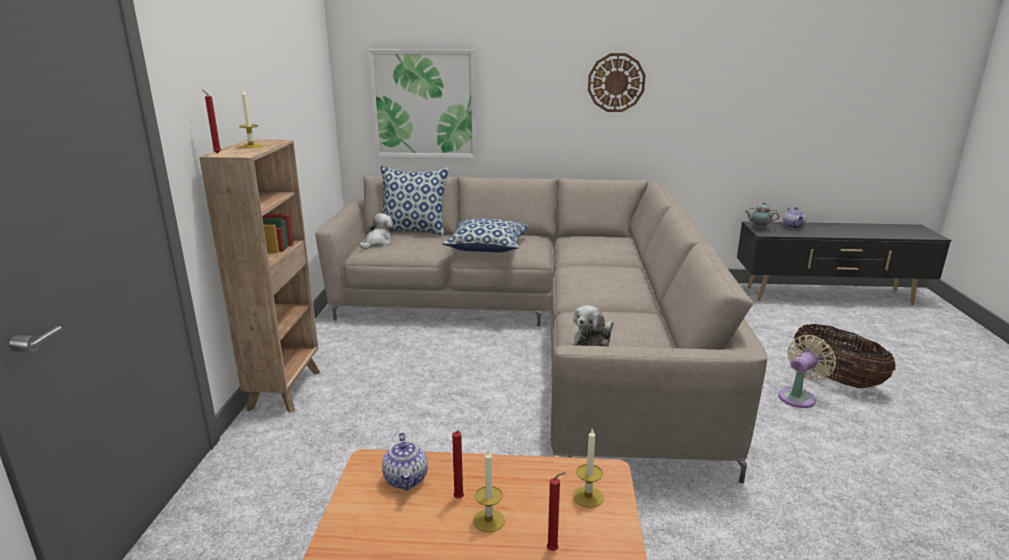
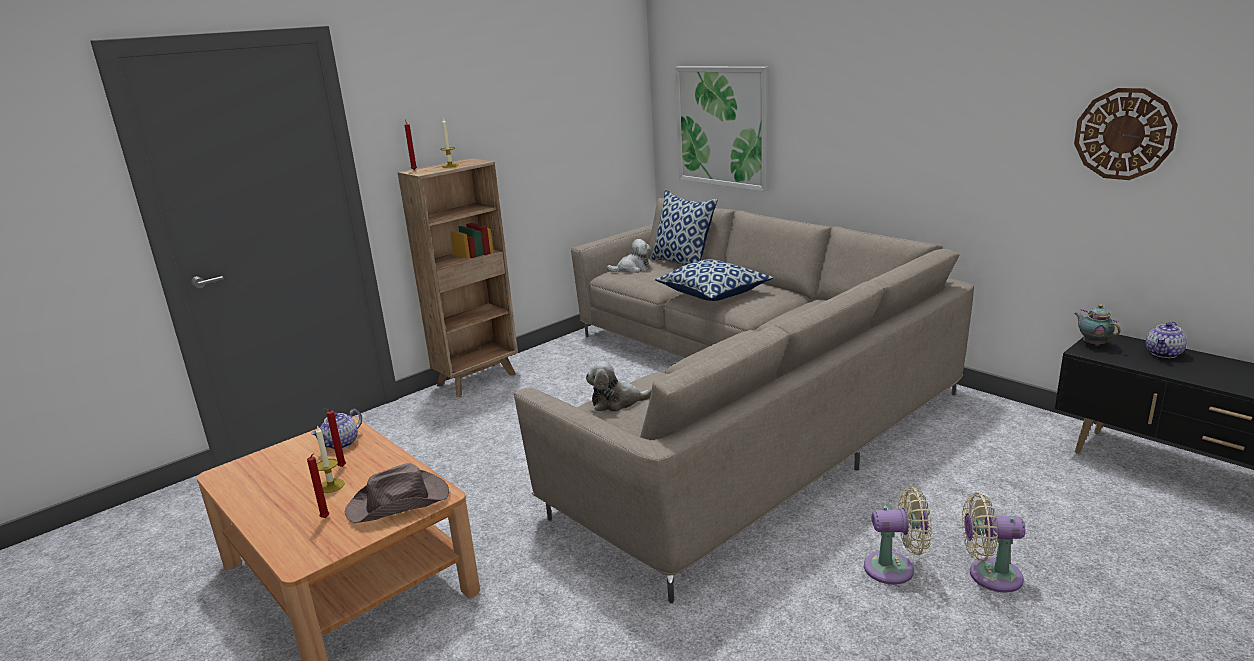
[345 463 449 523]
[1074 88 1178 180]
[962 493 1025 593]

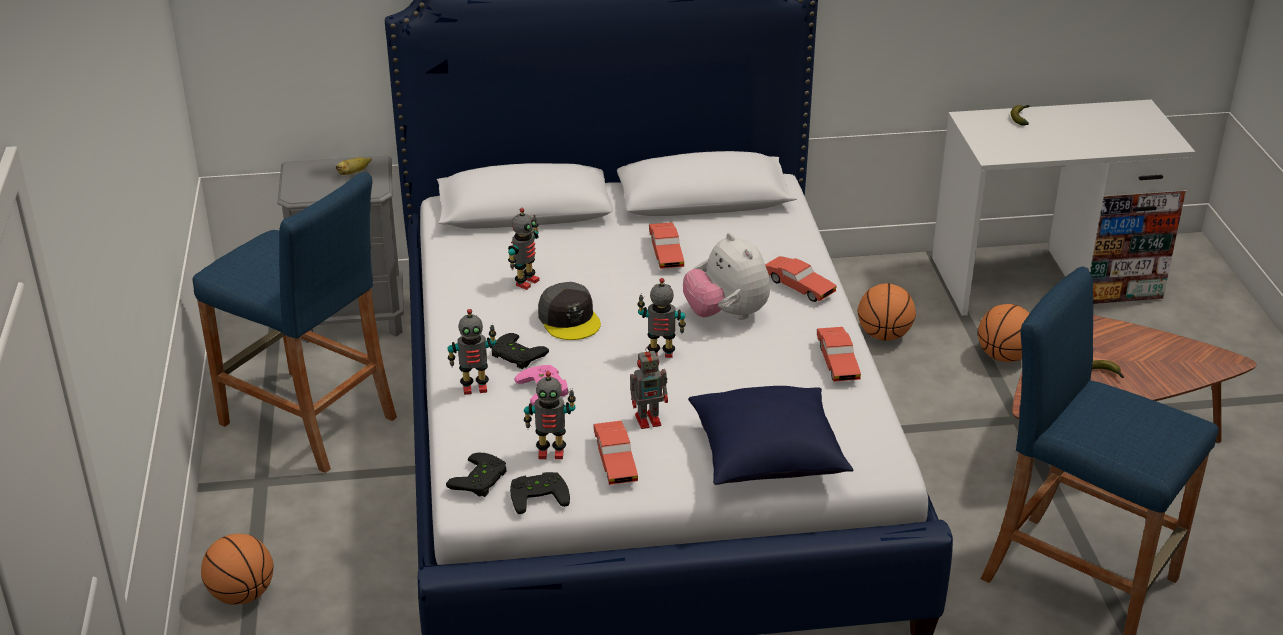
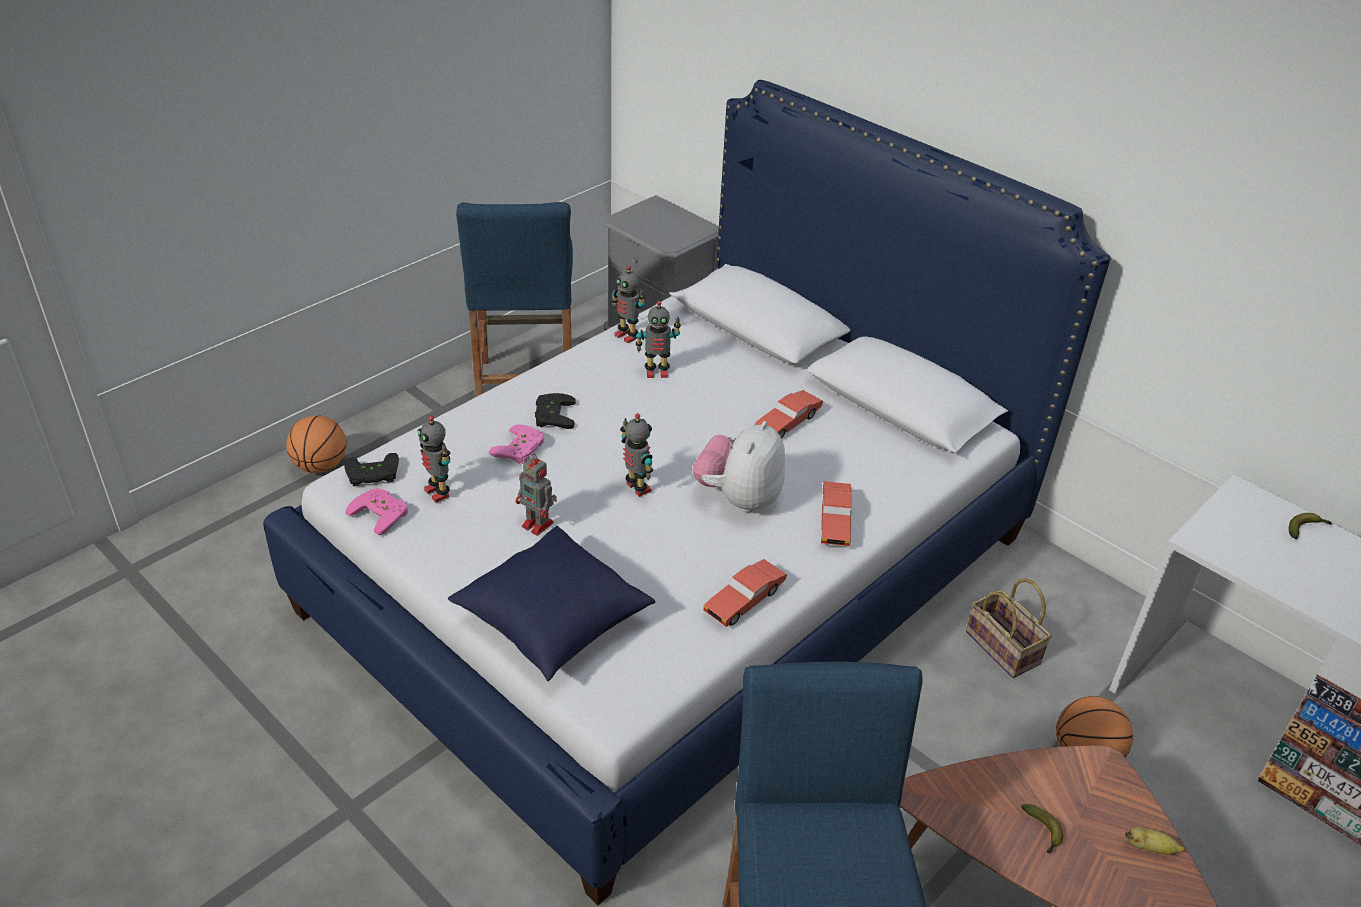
[1125 827 1185 855]
[612 266 646 344]
[345 488 408 535]
[538 282 601 340] (first image)
[593 421 638 485] (first image)
[966 578 1052 678]

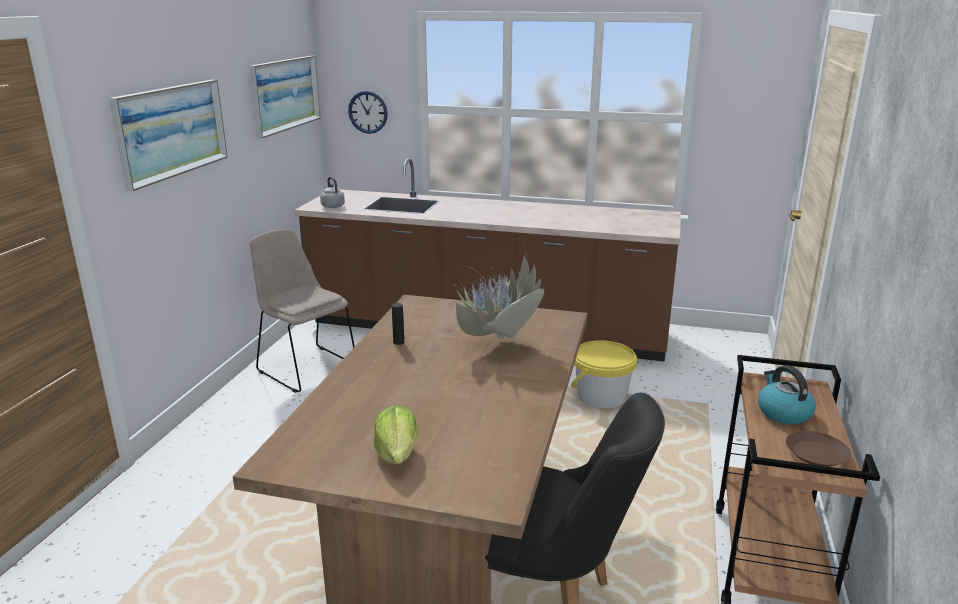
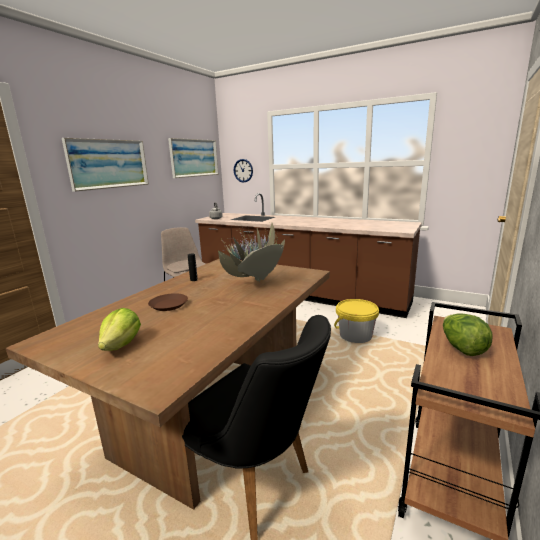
[443 313 492 356]
[148 293 188 311]

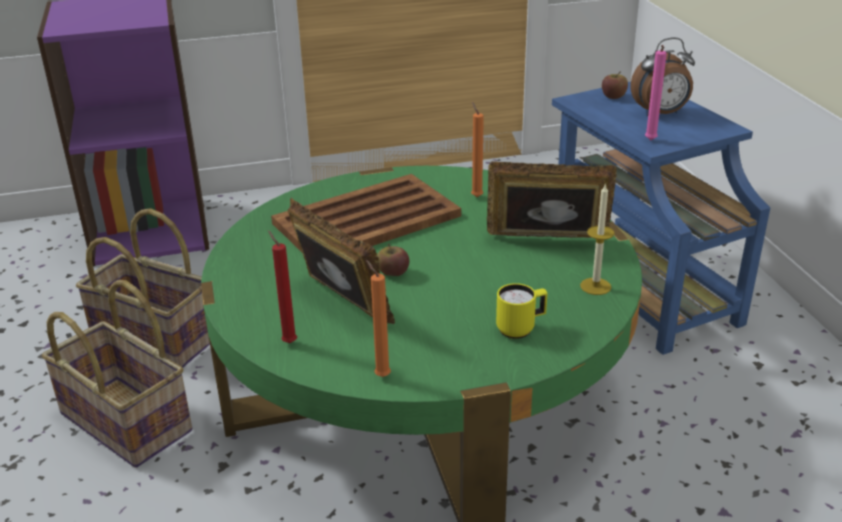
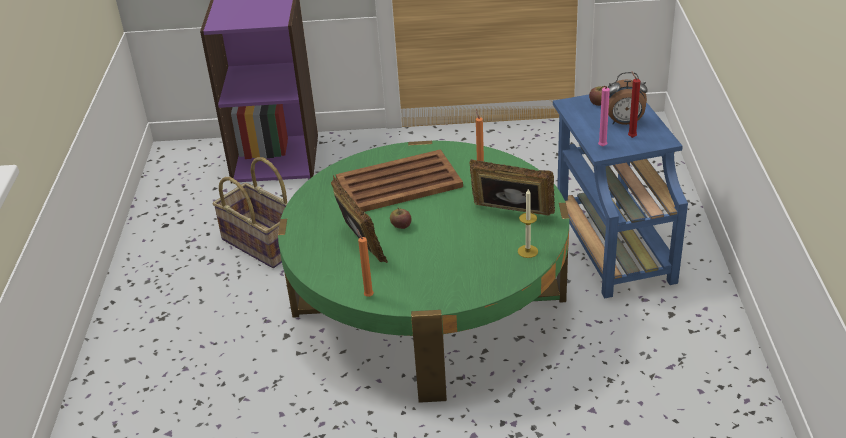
[42 280 192 468] (first image)
[628 71 640 138]
[496 283 547 339] (first image)

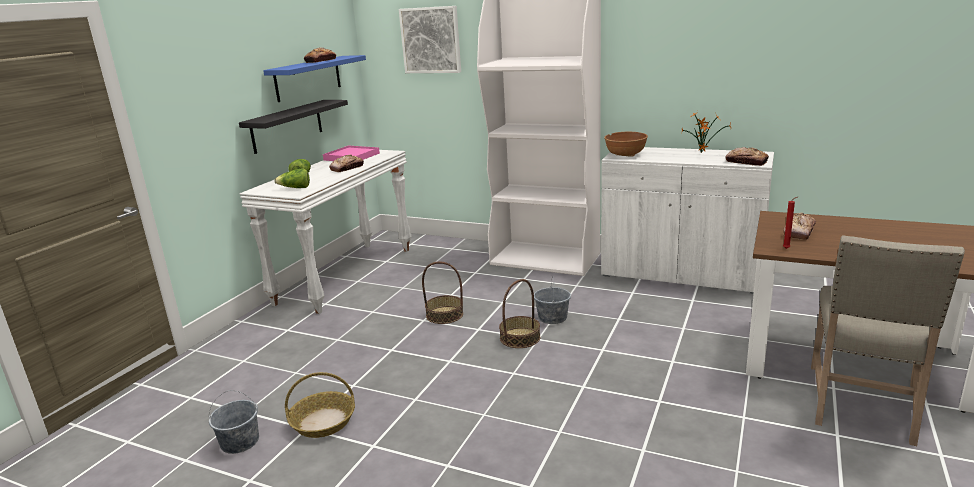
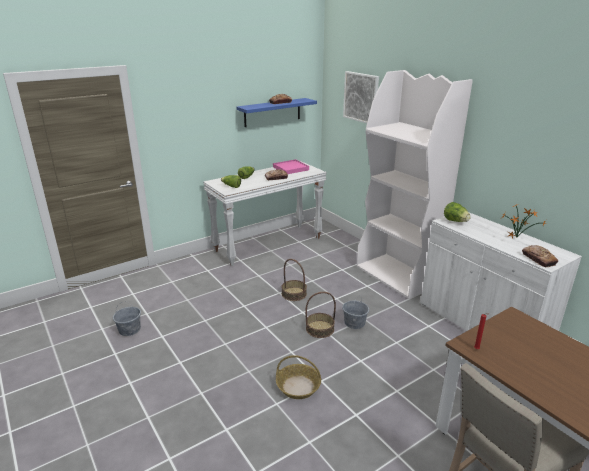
[239 100 348 154] (first image)
[276 355 321 399]
[444 202 471 222]
[783 213 816 240] (first image)

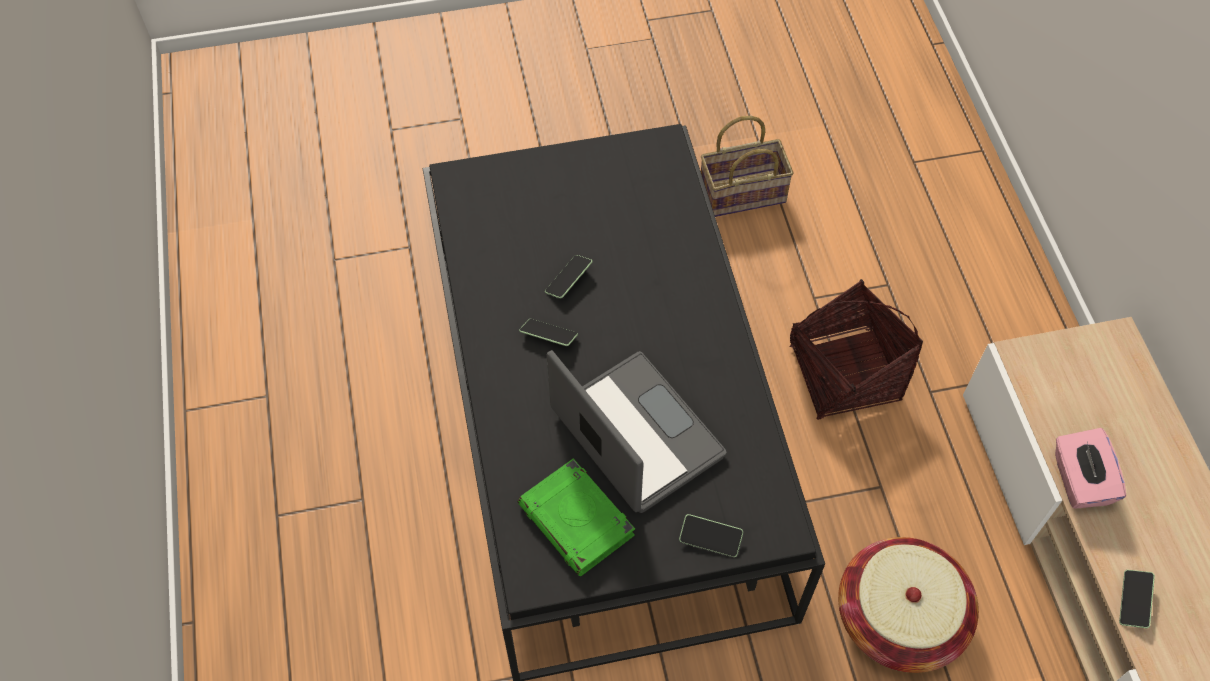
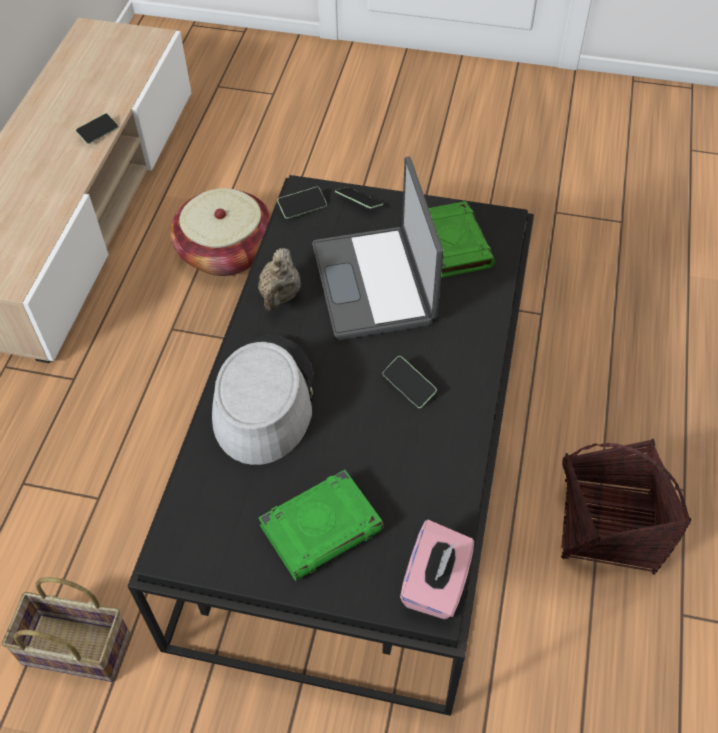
[277 187 327 219]
[561 439 692 575]
[400 520 474 619]
[212 336 313 465]
[258 248 301 311]
[258 470 384 581]

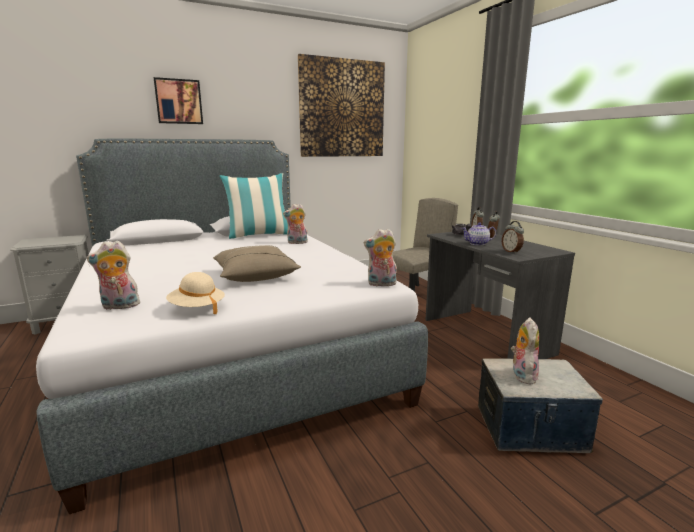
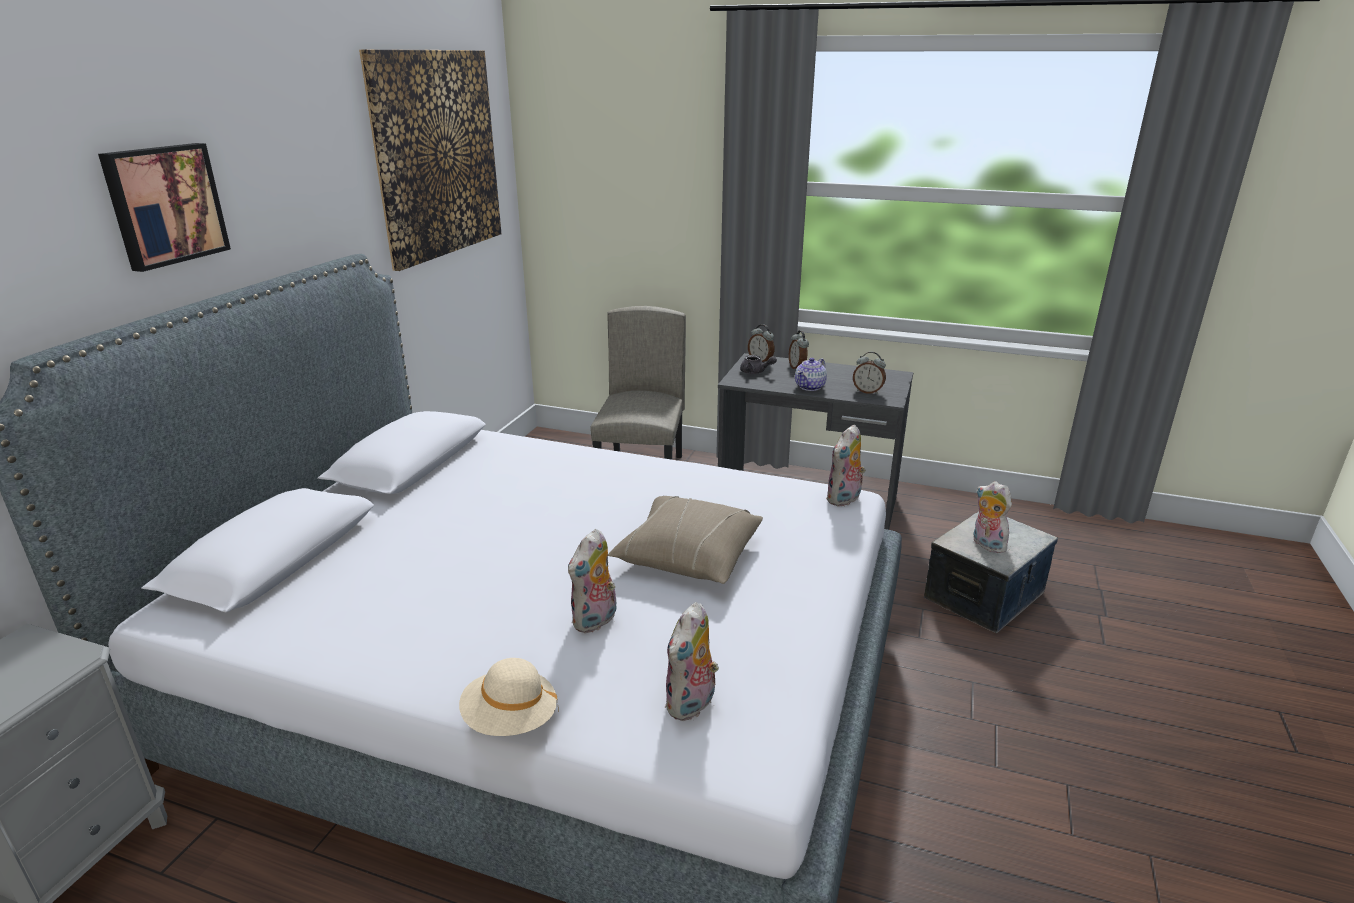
[459 658 559 736]
[220 173 288 239] (first image)
[568 529 616 633]

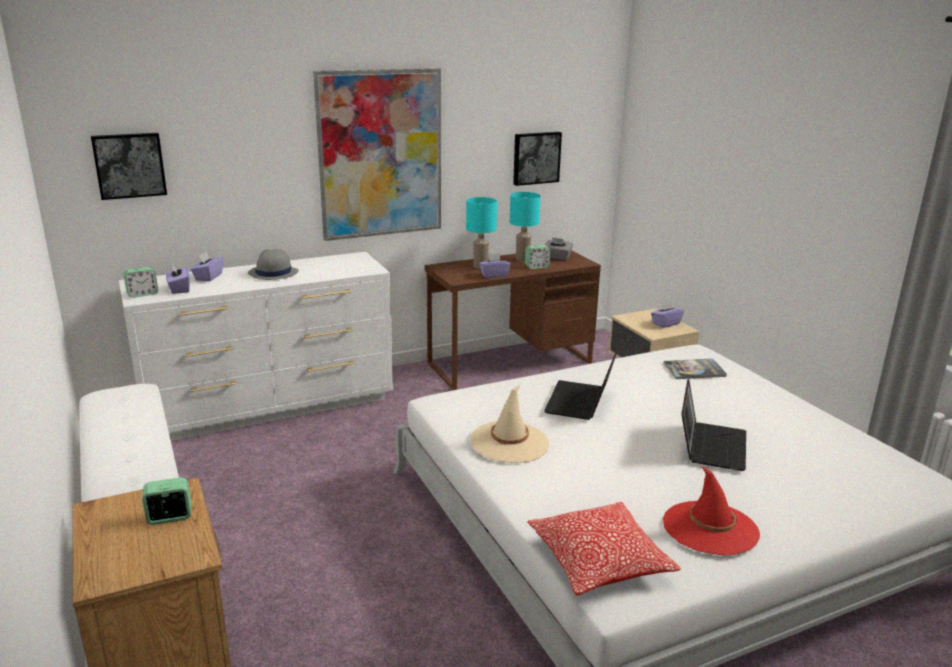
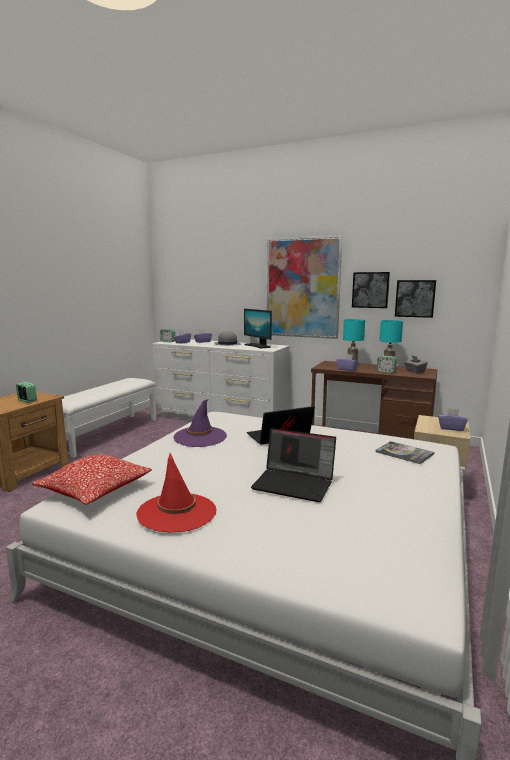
[352 272 390 308]
[173 399 227 447]
[251 428 336 502]
[244 309 272 348]

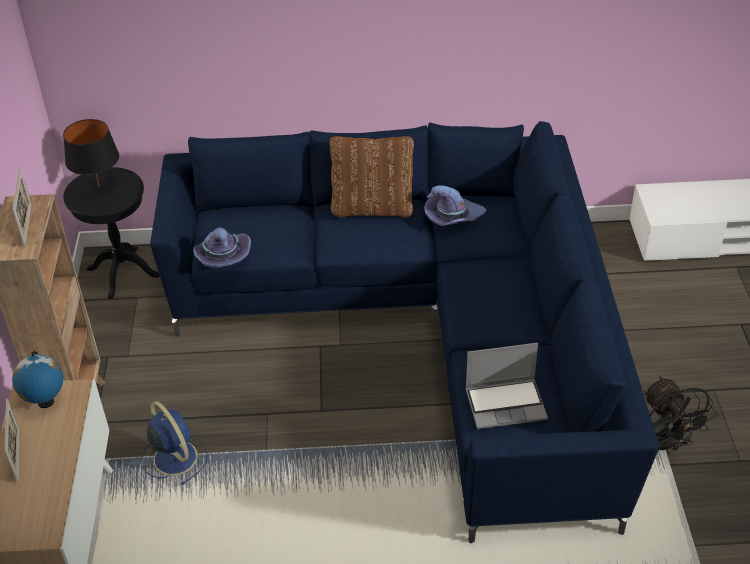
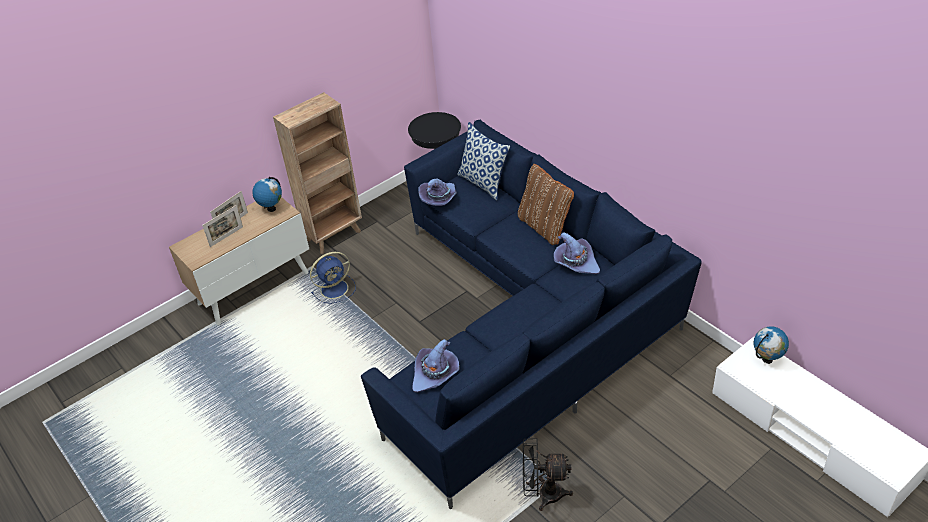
[202 205 243 247]
[63 119 119 187] (first image)
[310 252 356 304]
[412 339 460 393]
[523 438 573 511]
[457 122 510 200]
[753 326 789 364]

